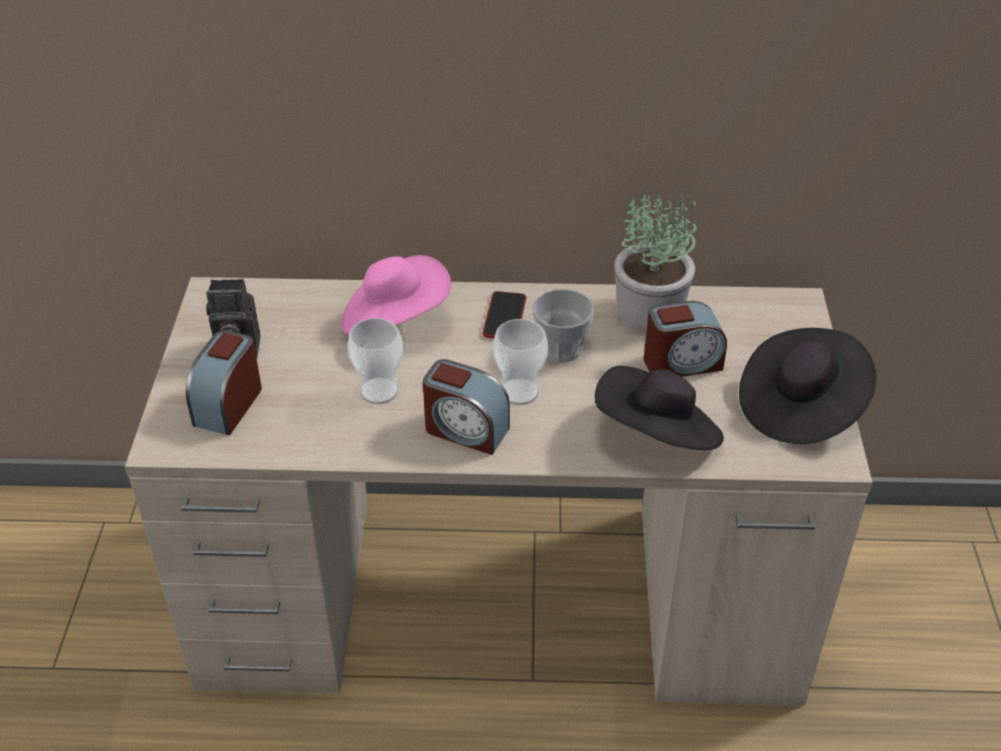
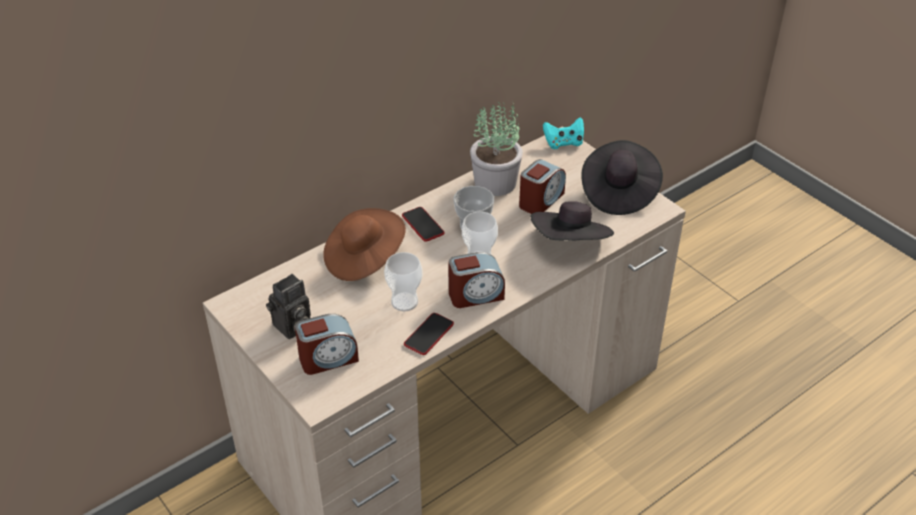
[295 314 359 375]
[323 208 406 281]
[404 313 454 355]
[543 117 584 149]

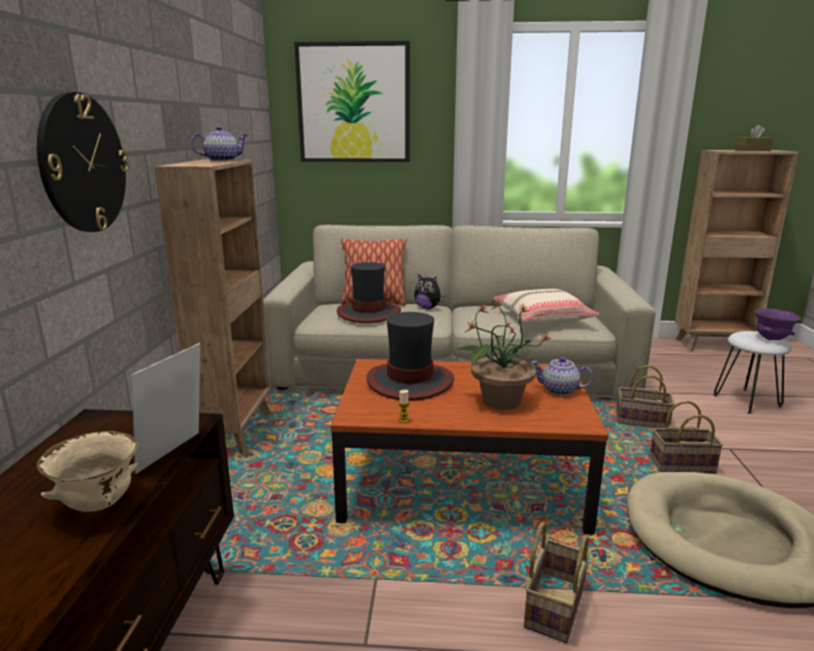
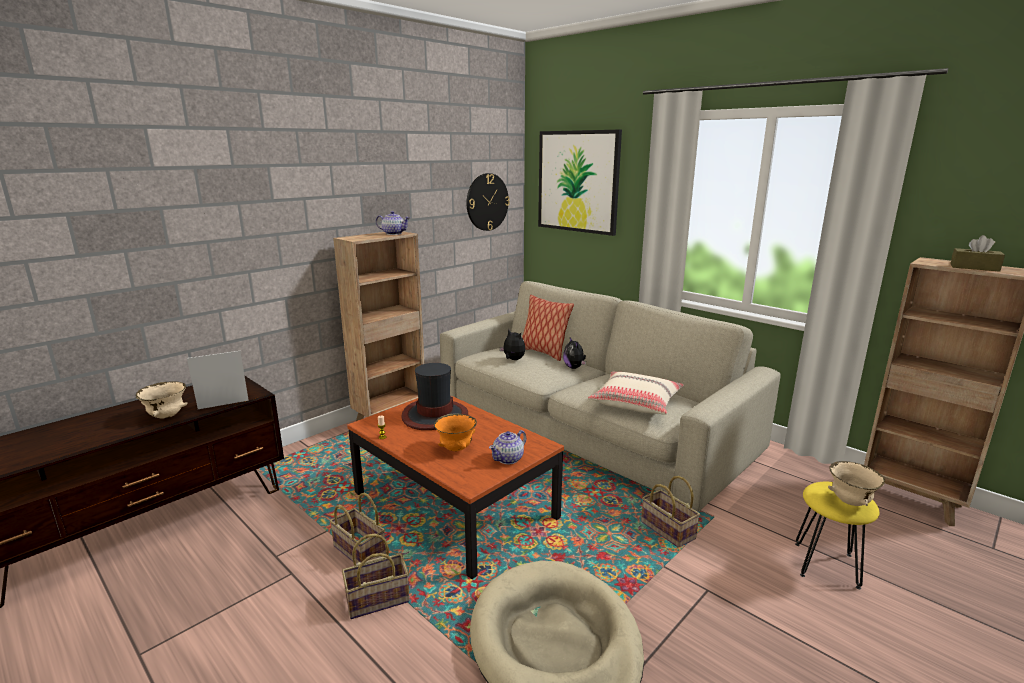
[466 173 510 231]
[500 329 525 360]
[434 413 477 452]
[489 430 526 464]
[330 493 386 563]
[795 482 880 589]
[828 461 885 506]

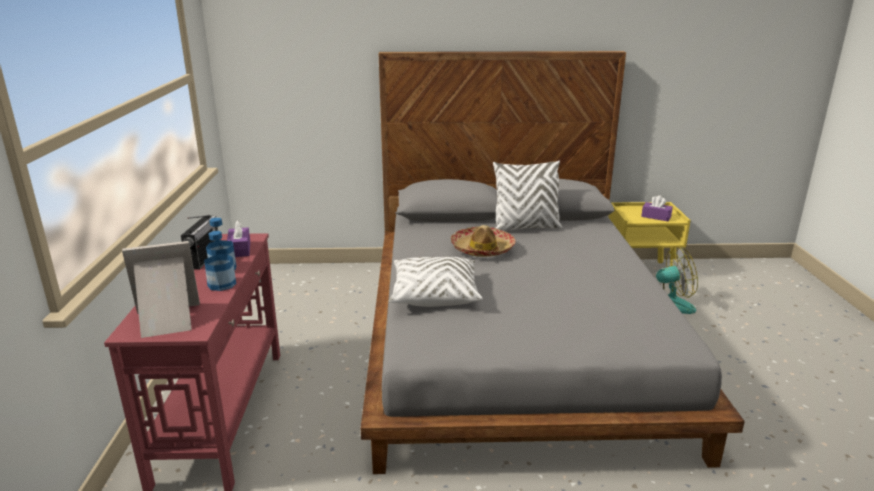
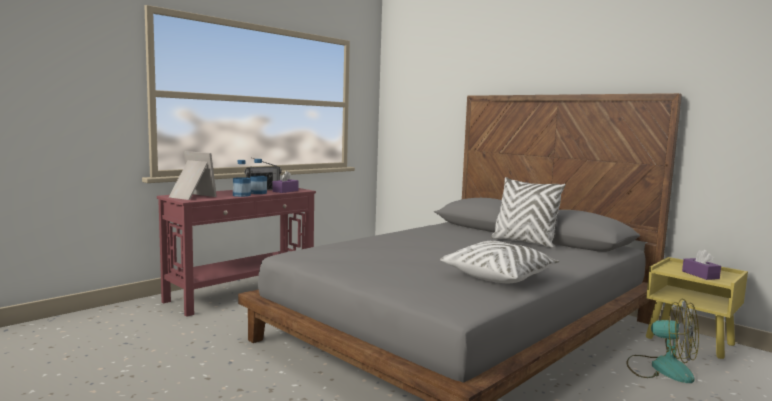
[440 241 559 283]
[451 225 516 257] (first image)

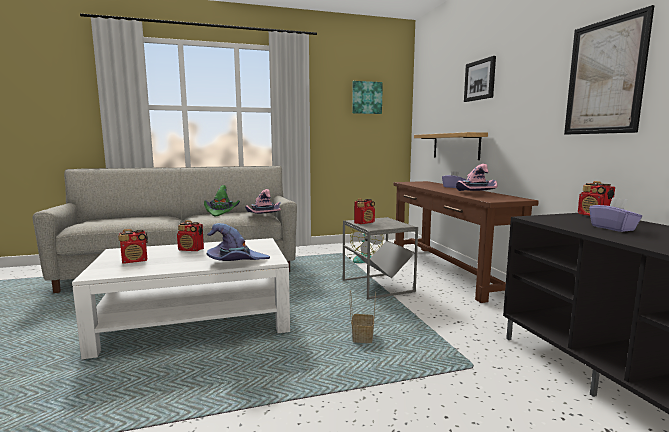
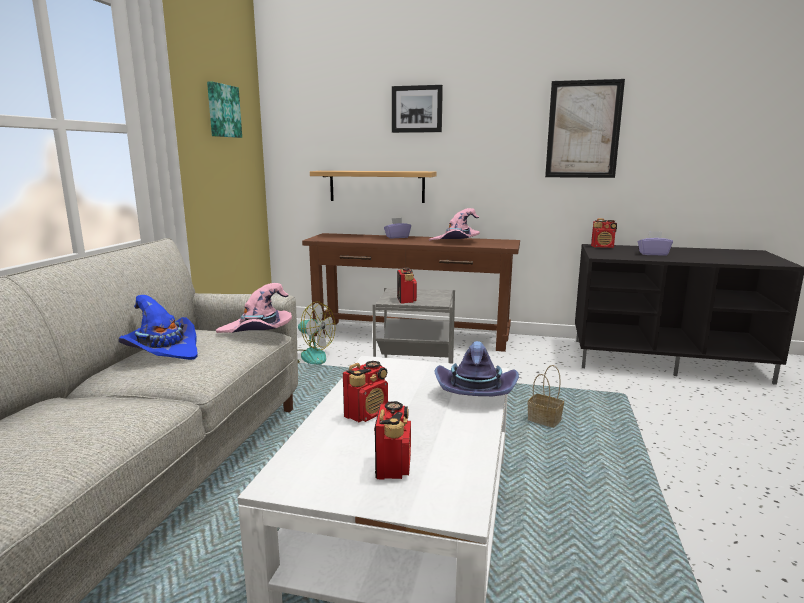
[118 295 198 360]

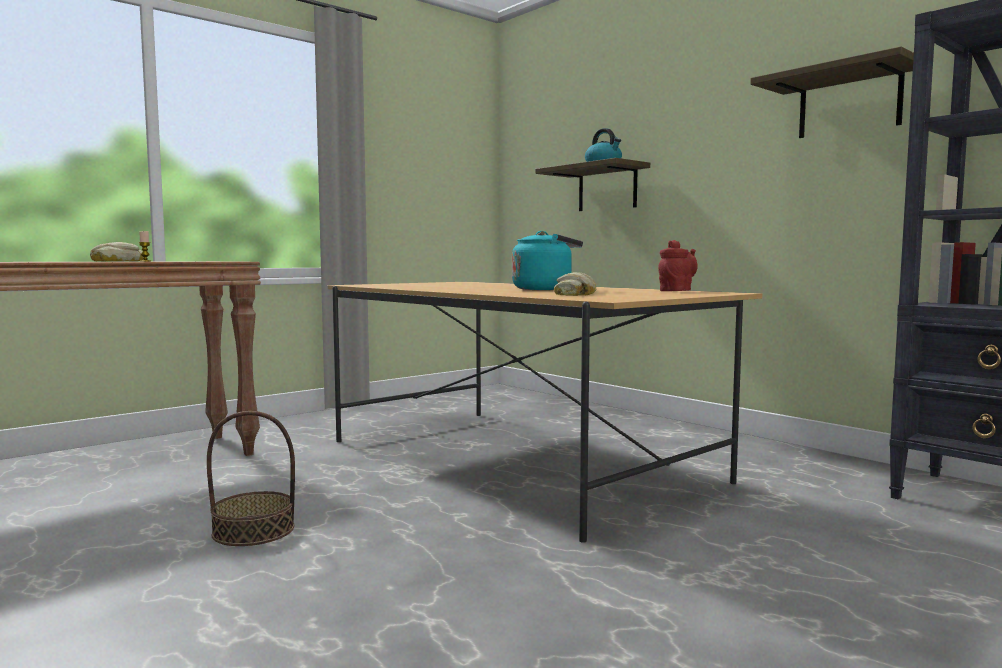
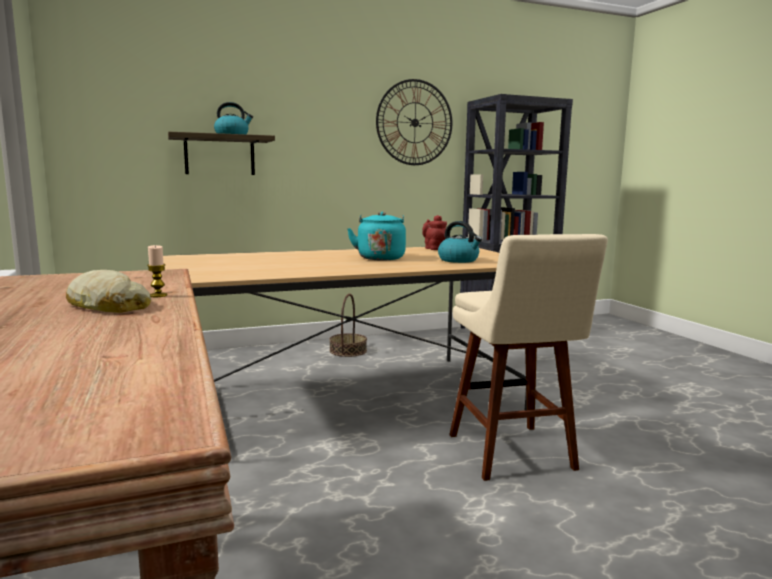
[329 294 367 357]
[438 221 482 263]
[376 79 452 165]
[449 234 608 481]

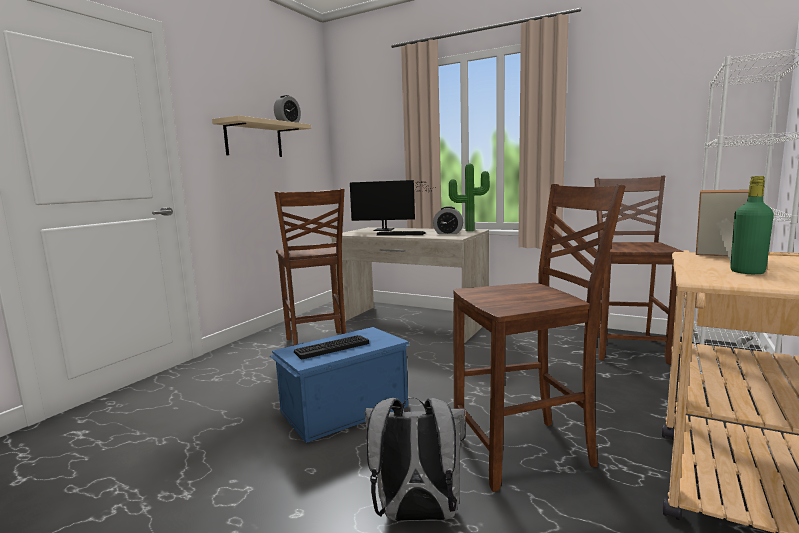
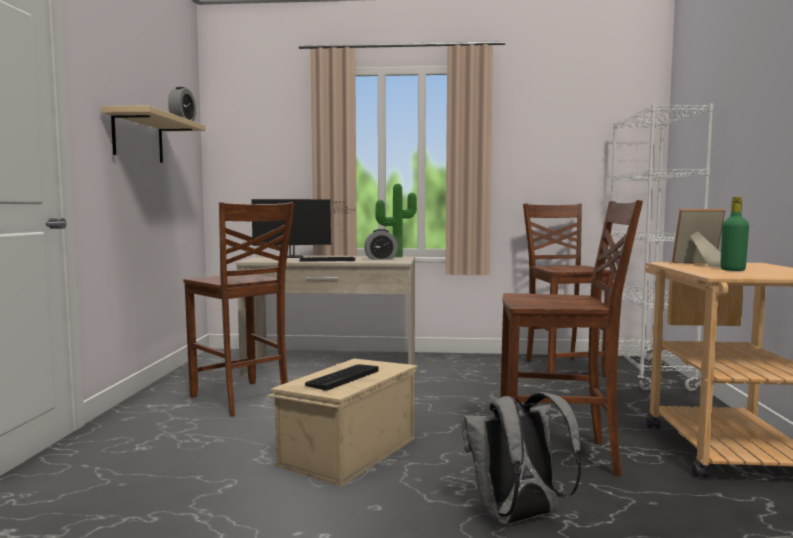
[267 358 418 487]
[500 200 643 476]

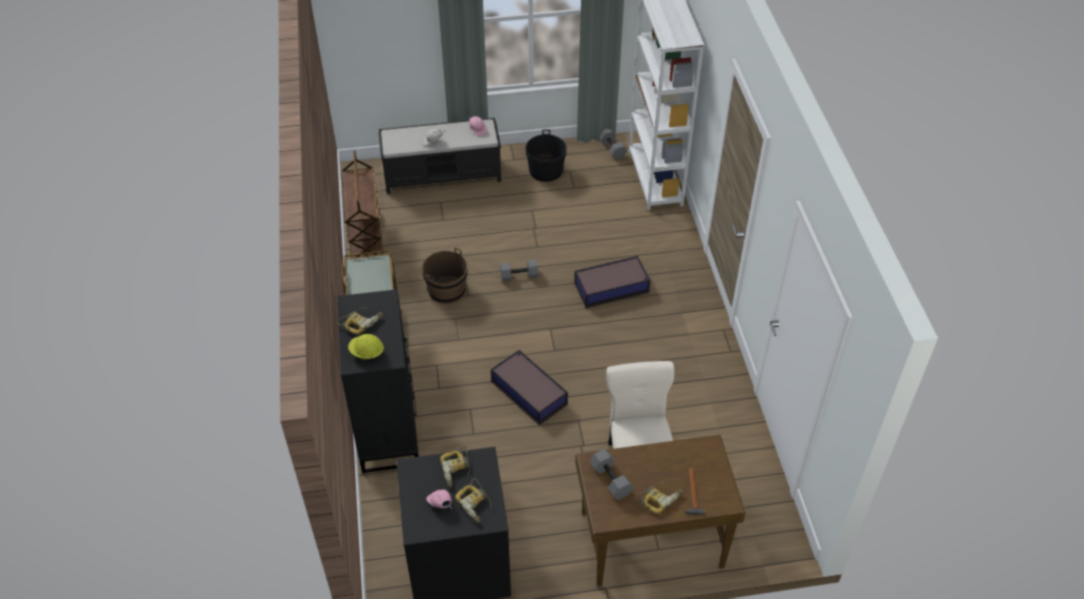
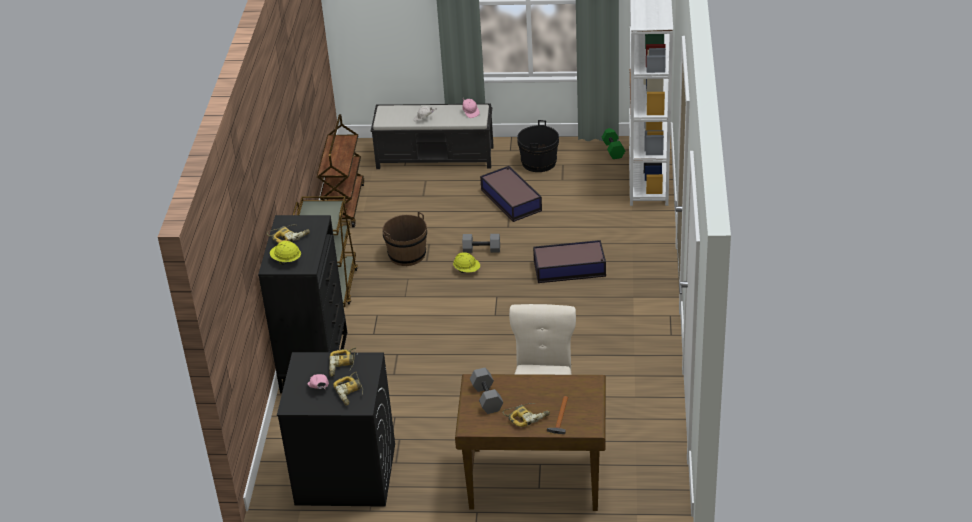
[480 166 542 222]
[602 128 625 159]
[453 252 480 273]

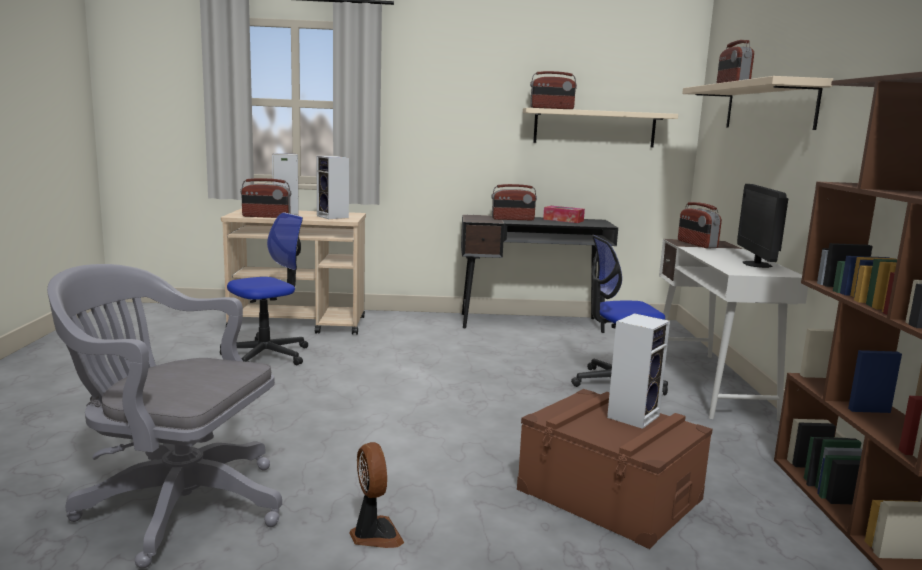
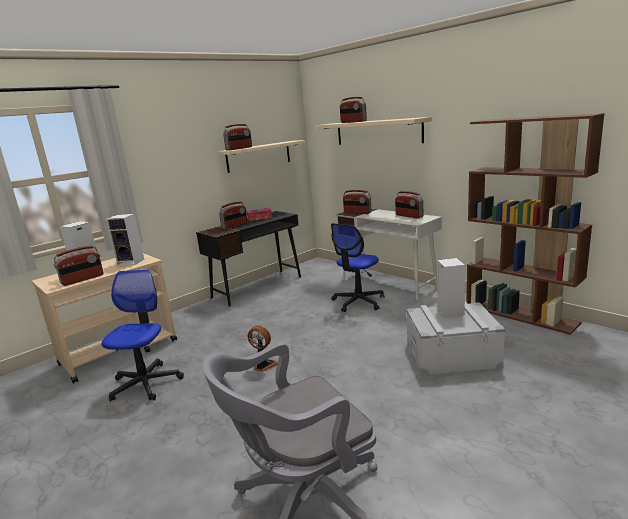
[248 325 278 372]
[406 301 505 376]
[395 191 423 219]

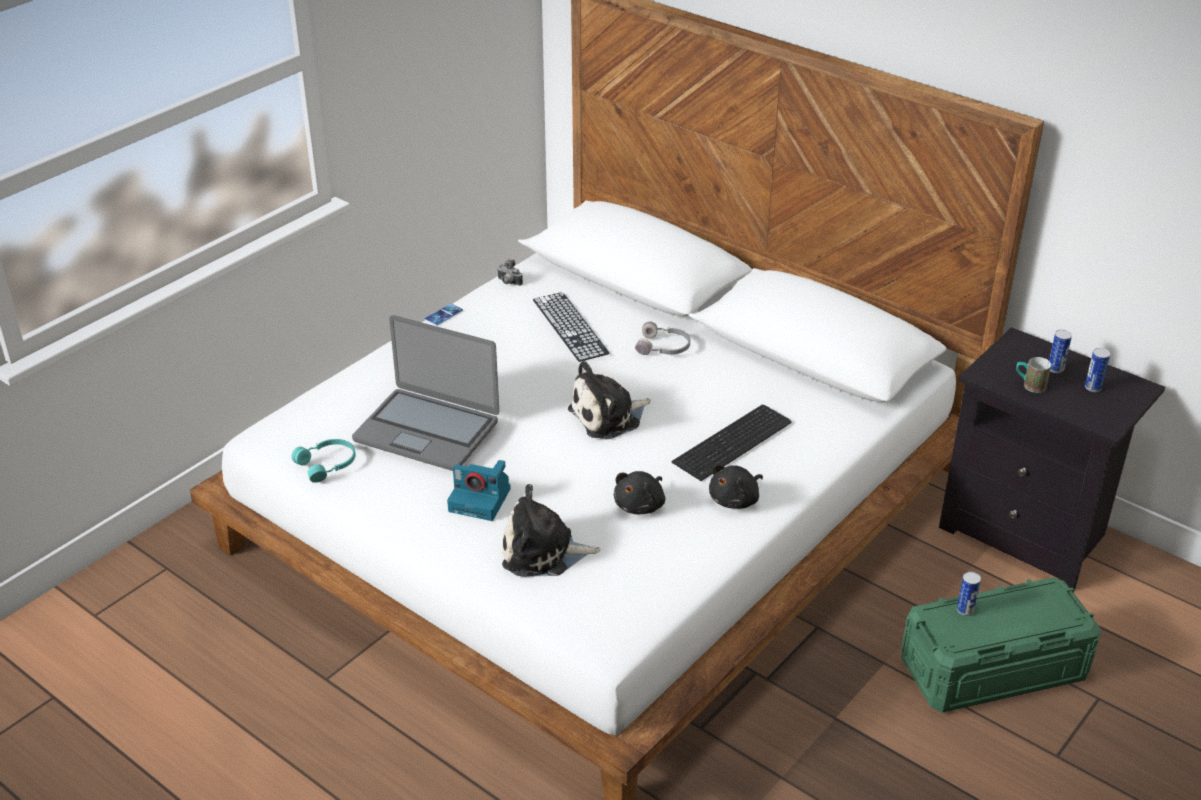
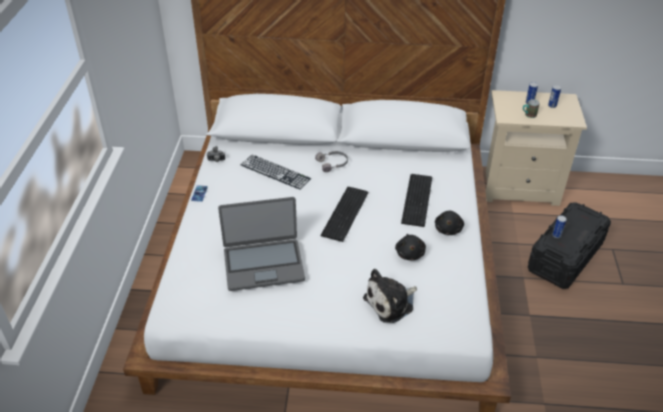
[292 439 356 483] (first image)
[447 460 511 521] (first image)
[320 187 369 242]
[528 202 611 289]
[486 90 587 206]

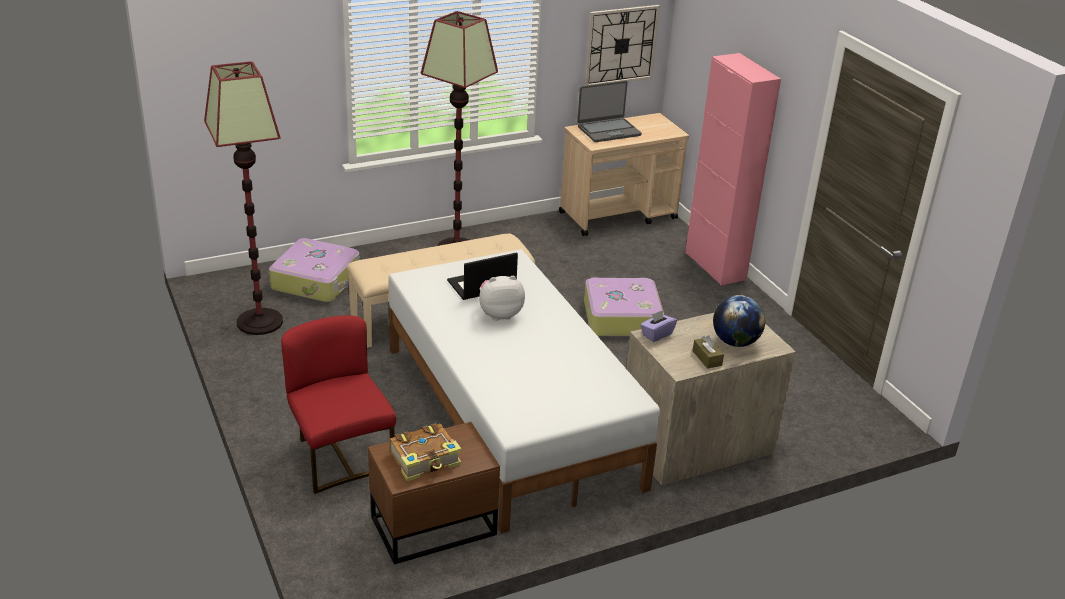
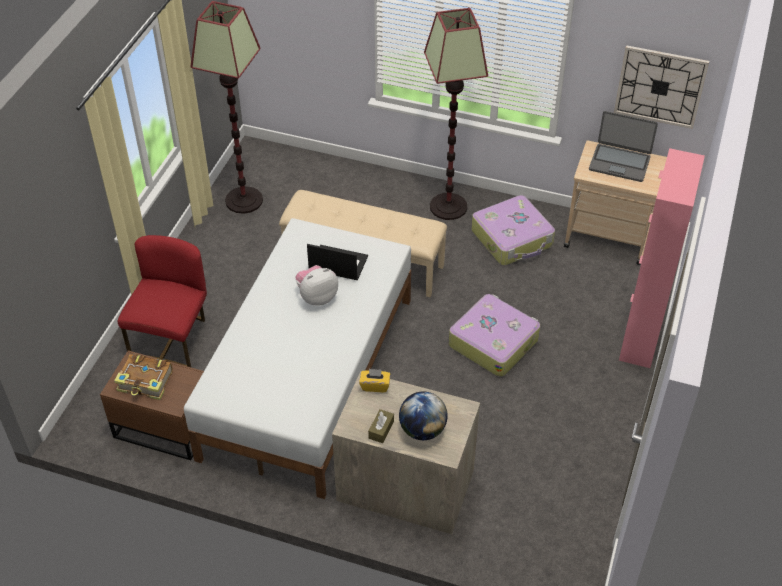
[471 195 555 265]
[296 265 338 305]
[359 369 390 392]

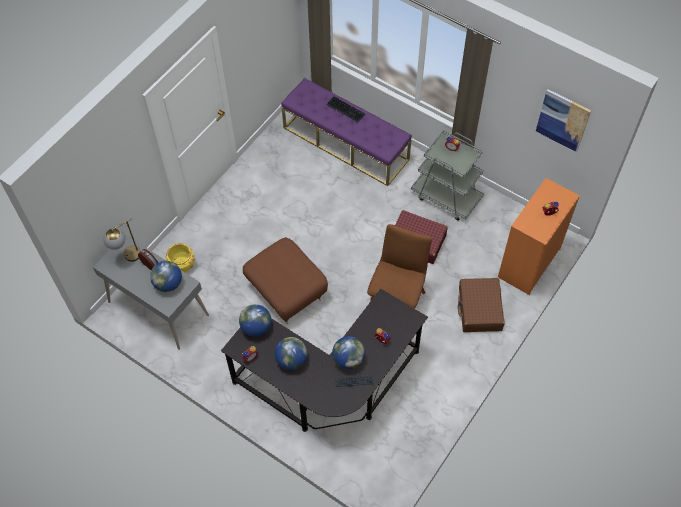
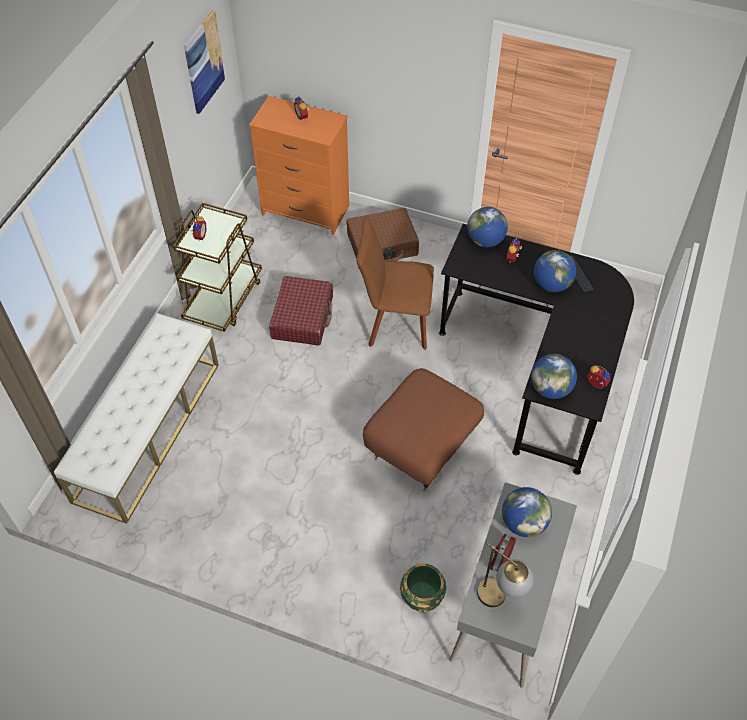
[400 564 446 613]
[467 207 508 247]
[54 313 219 524]
[326 96 365 122] (first image)
[173 203 262 332]

